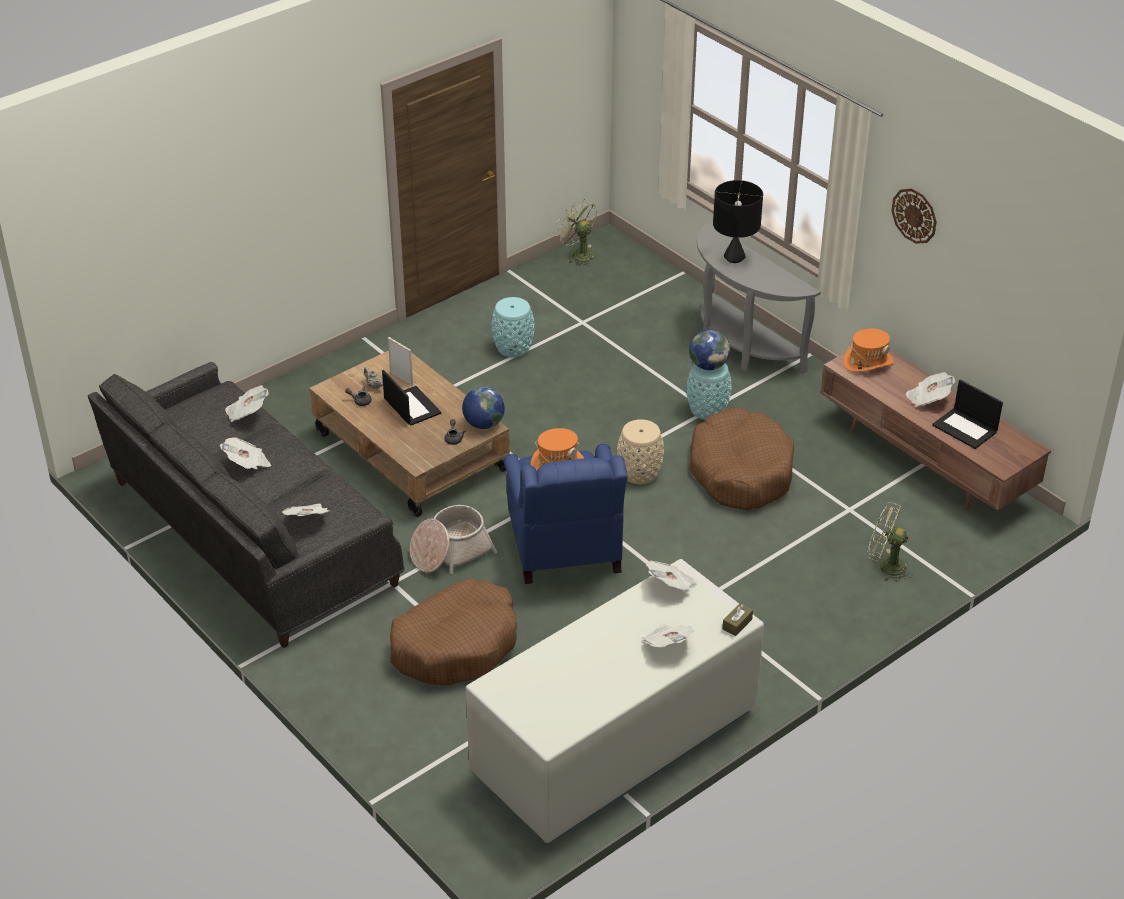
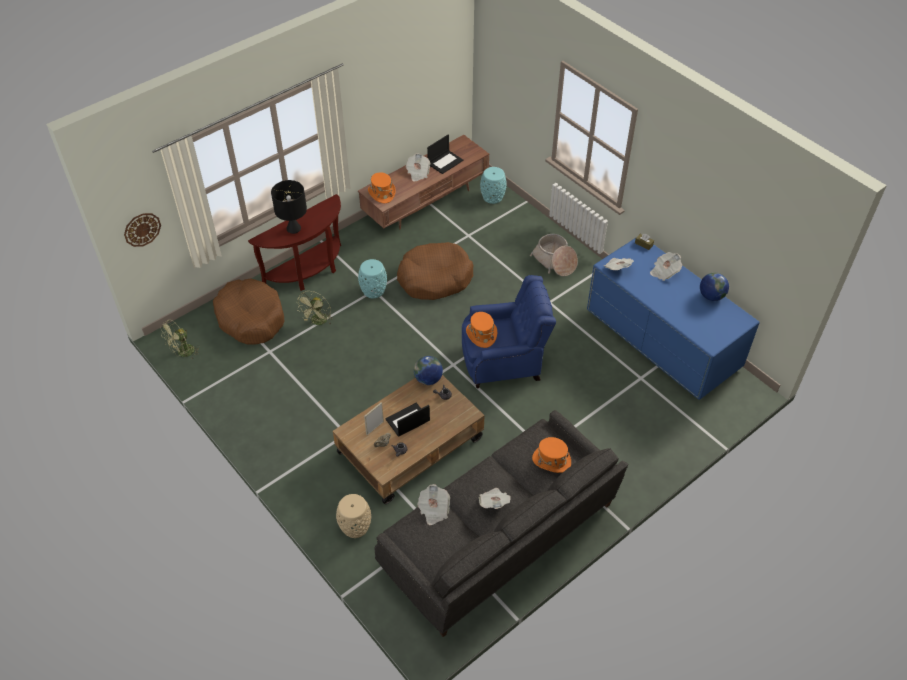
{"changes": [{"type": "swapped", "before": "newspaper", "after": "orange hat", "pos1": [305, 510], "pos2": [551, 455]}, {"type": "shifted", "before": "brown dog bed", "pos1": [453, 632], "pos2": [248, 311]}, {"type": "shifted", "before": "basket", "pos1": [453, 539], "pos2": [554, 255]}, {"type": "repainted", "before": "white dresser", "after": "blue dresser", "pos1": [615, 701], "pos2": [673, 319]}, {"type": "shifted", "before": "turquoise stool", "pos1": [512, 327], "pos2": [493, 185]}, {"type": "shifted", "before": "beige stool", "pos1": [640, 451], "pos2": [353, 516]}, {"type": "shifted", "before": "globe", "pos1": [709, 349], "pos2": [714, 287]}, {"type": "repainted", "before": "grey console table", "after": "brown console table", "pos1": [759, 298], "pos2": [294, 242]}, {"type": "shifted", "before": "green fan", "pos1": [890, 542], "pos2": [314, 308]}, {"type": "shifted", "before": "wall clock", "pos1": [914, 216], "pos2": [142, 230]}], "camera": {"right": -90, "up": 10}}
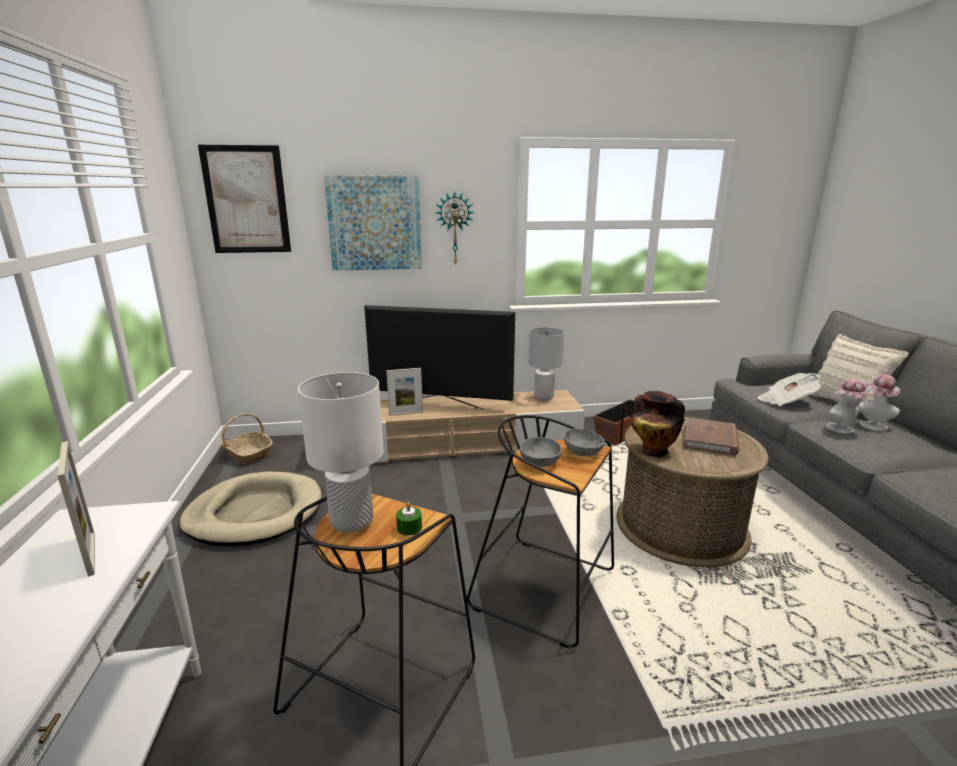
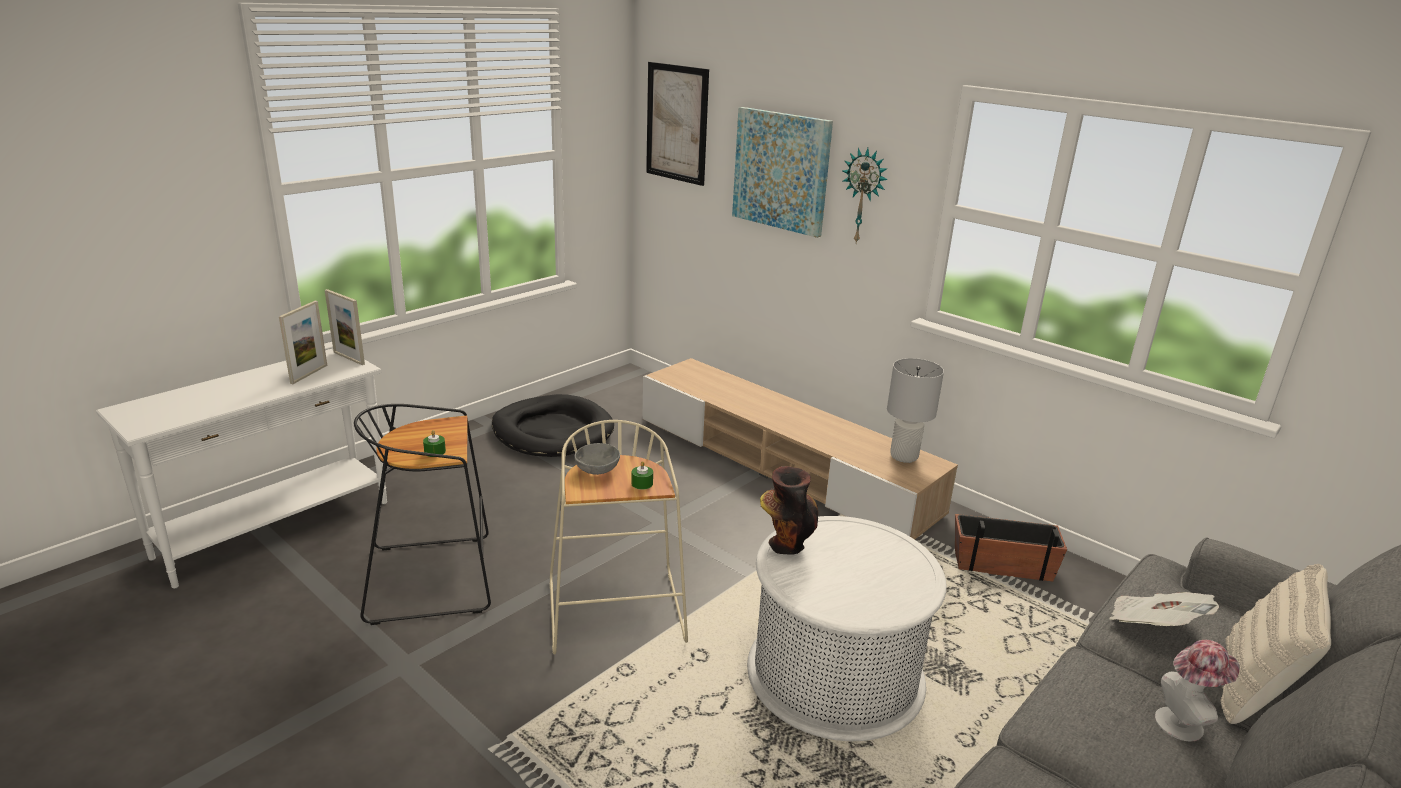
{"changes": [{"type": "repainted", "before": "beige dog bed", "after": "black dog bed", "pos1": [250, 509], "pos2": [553, 425]}, {"type": "gone", "before": "basket", "pos1": [247, 439]}, {"type": "gone", "before": "white table lamp", "pos1": [341, 452]}, {"type": "gone", "before": "television", "pos1": [439, 357]}, {"type": "shifted", "before": "picture frame", "pos1": [404, 392], "pos2": [345, 327]}, {"type": "repainted", "before": "black stool", "after": "beige stool", "pos1": [540, 531], "pos2": [619, 537]}, {"type": "swapped", "before": "grey bowl", "after": "green candle", "pos1": [584, 442], "pos2": [642, 475]}, {"type": "repainted", "before": "brown coffee table", "after": "white coffee table", "pos1": [692, 492], "pos2": [847, 628]}, {"type": "gone", "before": "brown book", "pos1": [711, 436]}, {"type": "gone", "before": "hat", "pos1": [849, 406]}], "camera": {"right": 50, "up": 5}}
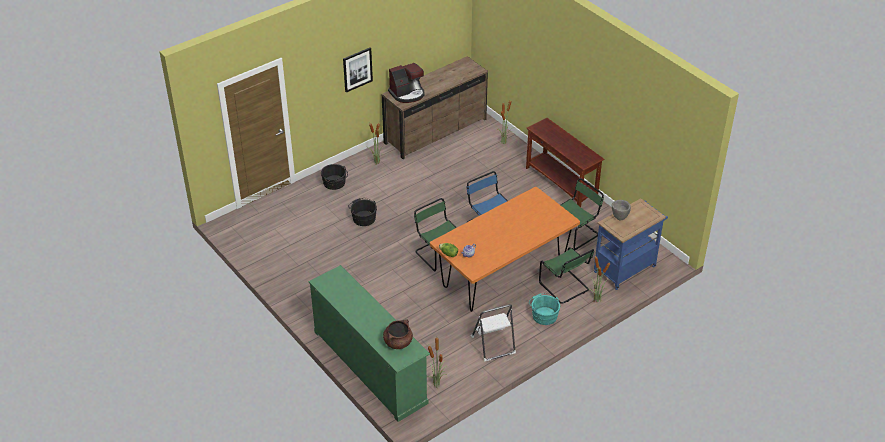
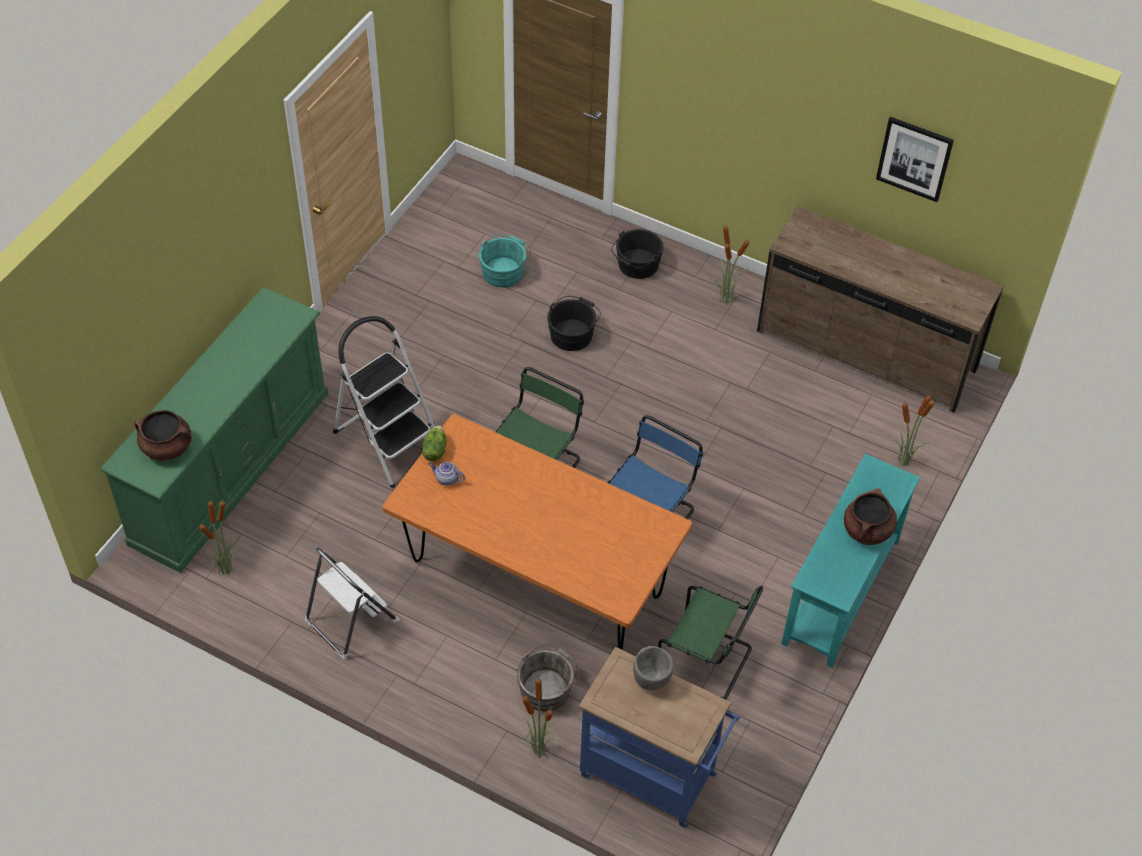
{"changes": [{"type": "shifted", "before": "picture", "pos1": [358, 70], "pos2": [915, 159]}, {"type": "gone", "before": "coffee machine", "pos1": [406, 83]}, {"type": "repainted", "before": "brown console table", "after": "turquoise console table", "pos1": [565, 162], "pos2": [850, 561]}, {"type": "shifted", "before": "turquoise bucket", "pos1": [544, 309], "pos2": [505, 260]}, {"type": "swapped", "before": "green chair", "after": "grey bucket", "pos1": [566, 275], "pos2": [548, 678]}, {"type": "new", "after": "step ladder", "pos2": [384, 402]}, {"type": "new", "after": "brown cooking pot", "pos2": [870, 517]}], "camera": {"right": 65, "up": 10}}
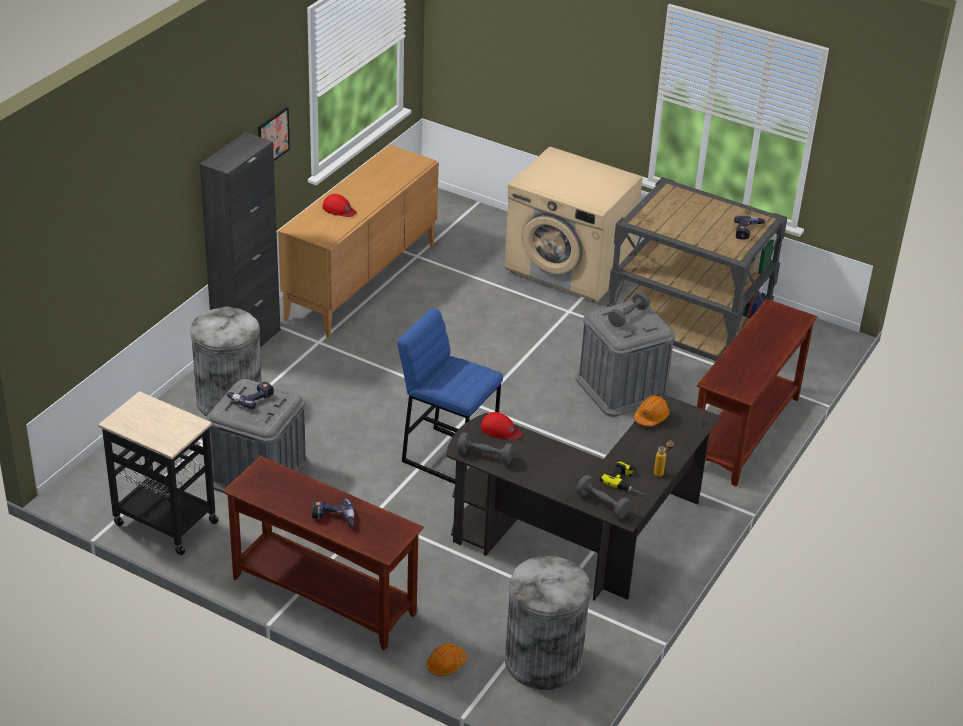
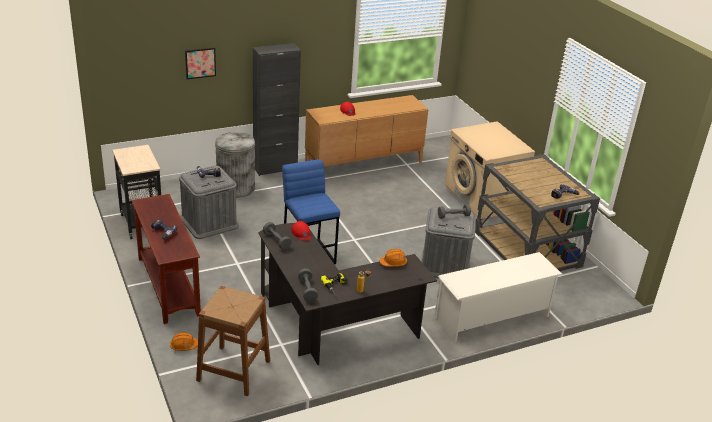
{"changes": [{"type": "shifted", "before": "picture", "pos1": [274, 134], "pos2": [200, 63]}, {"type": "swapped", "before": "grey trash can", "after": "brown stool", "pos1": [548, 623], "pos2": [233, 341]}, {"type": "swapped", "before": "brown console table", "after": "white shoe rack", "pos1": [757, 393], "pos2": [498, 297]}], "camera": {"right": 35, "up": -5}}
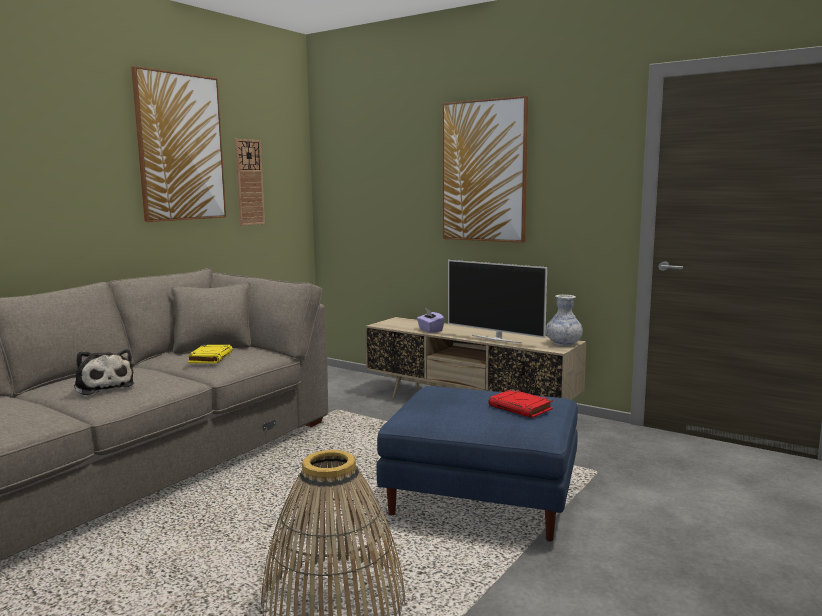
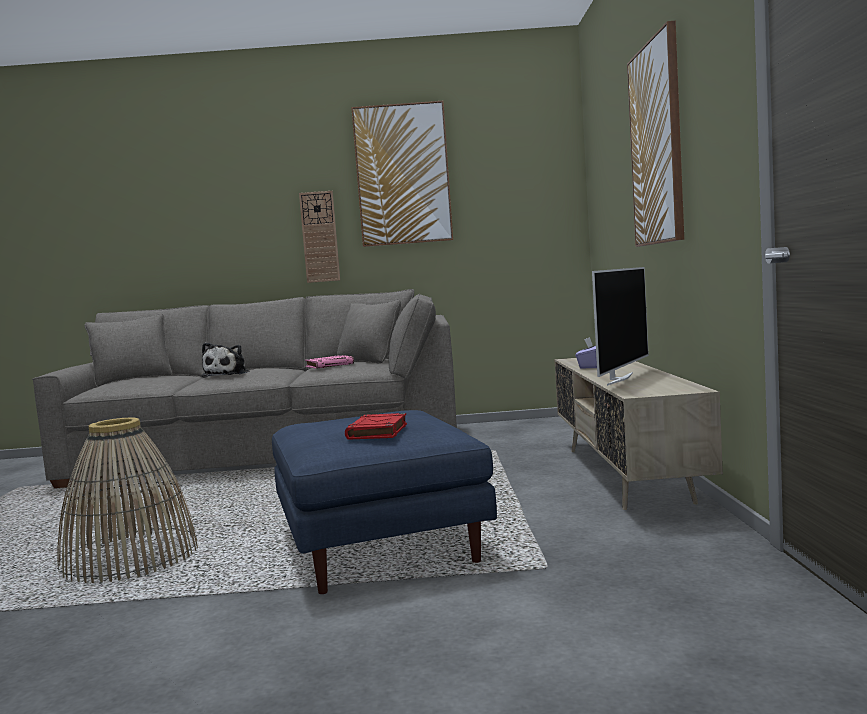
{"changes": [{"type": "repainted", "before": "yellow book", "after": "pink book", "pos1": [210, 354], "pos2": [329, 362]}, {"type": "shifted", "before": "wall clock", "pos1": [250, 182], "pos2": [319, 237]}, {"type": "rotated", "before": "television", "pos1": [497, 301], "pos2": [620, 326], "turn": -150}, {"type": "gone", "before": "vase", "pos1": [564, 320]}], "camera": {"right": 55, "up": -5}}
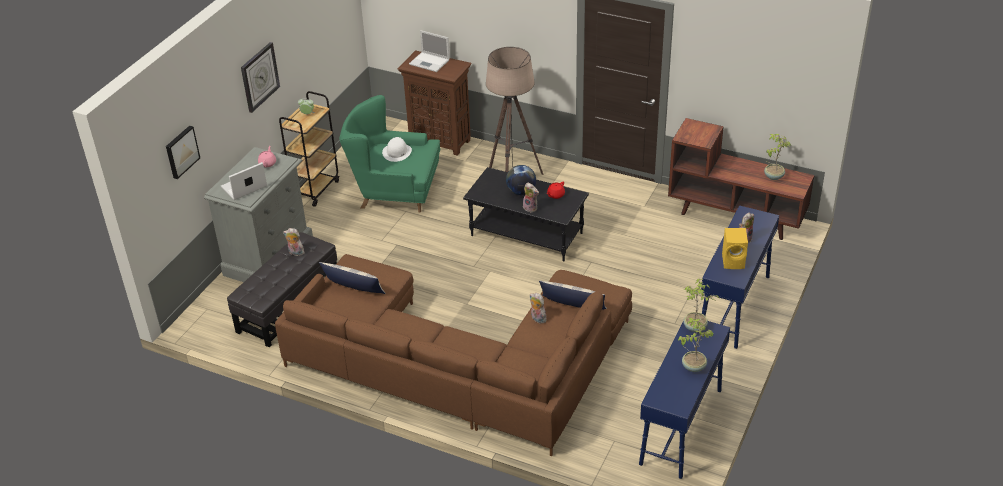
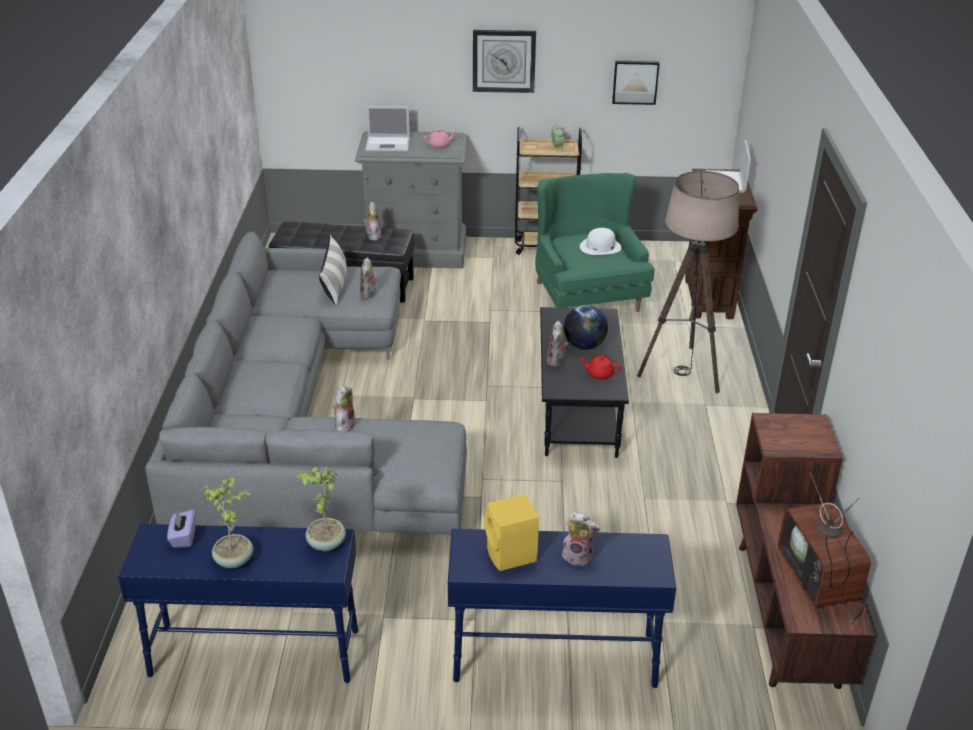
{"changes": [{"type": "shifted", "before": "picture", "pos1": [183, 152], "pos2": [636, 83]}, {"type": "rotated", "before": "laptop", "pos1": [244, 181], "pos2": [387, 129], "turn": 150}, {"type": "repainted", "before": "brown sofa", "after": "grey sofa", "pos1": [453, 355], "pos2": [306, 384]}, {"type": "gone", "before": "pillow", "pos1": [573, 295]}, {"type": "swapped", "before": "potted plant", "after": "television", "pos1": [777, 157], "pos2": [824, 548]}, {"type": "new", "after": "purple tissue box", "pos2": [181, 529]}, {"type": "new", "after": "plush toy", "pos2": [369, 278]}], "camera": {"right": 65, "up": -5}}
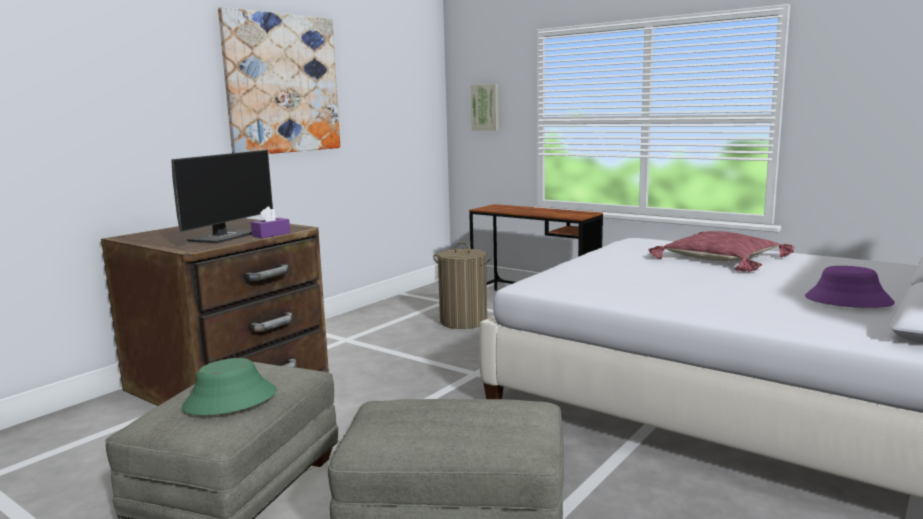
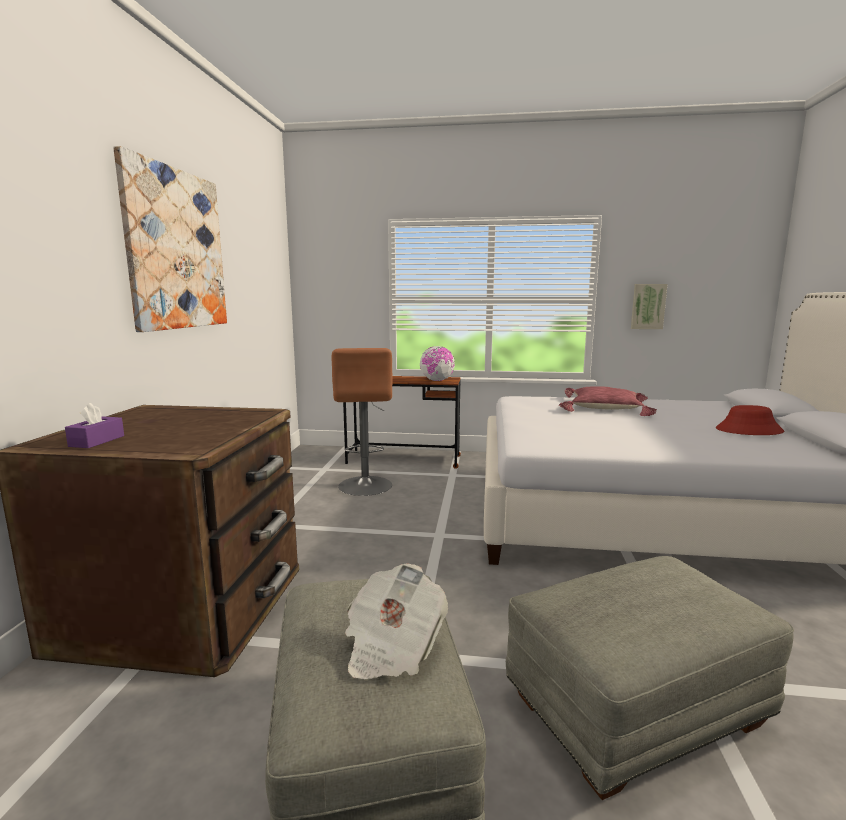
{"changes": [{"type": "gone", "before": "monitor", "pos1": [222, 197]}, {"type": "swapped", "before": "green hat", "after": "newspaper", "pos1": [229, 386], "pos2": [396, 621]}, {"type": "shifted", "before": "purple tissue box", "pos1": [270, 222], "pos2": [94, 425]}, {"type": "swapped", "before": "laundry basket", "after": "brown stool", "pos1": [462, 285], "pos2": [362, 422]}, {"type": "shifted", "before": "picture", "pos1": [485, 107], "pos2": [649, 306]}, {"type": "repainted", "before": "purple hat", "after": "red hat", "pos1": [850, 287], "pos2": [750, 420]}, {"type": "new", "after": "globe", "pos2": [437, 363]}], "camera": {"right": -30, "up": 0}}
